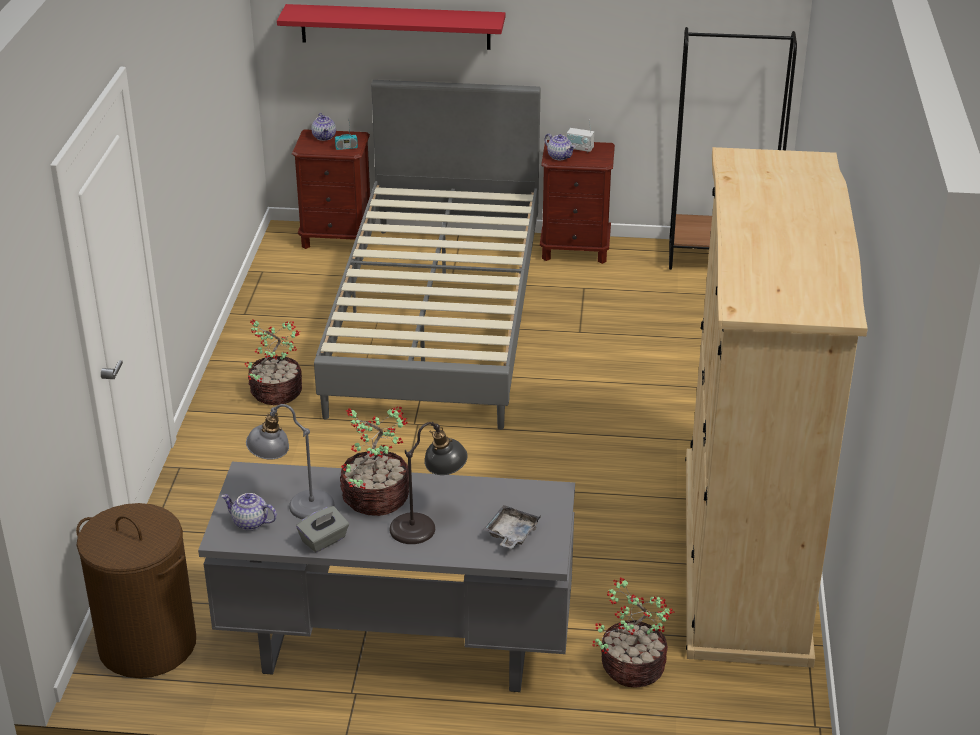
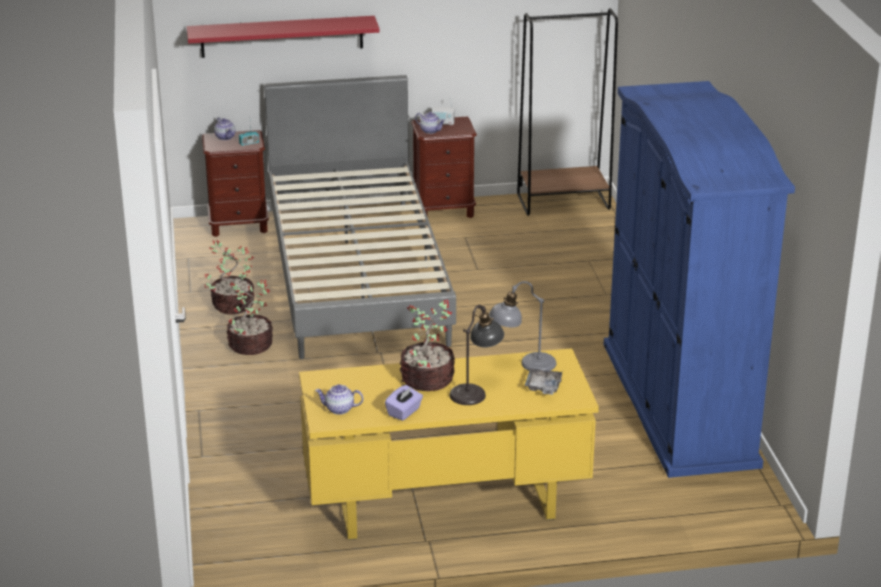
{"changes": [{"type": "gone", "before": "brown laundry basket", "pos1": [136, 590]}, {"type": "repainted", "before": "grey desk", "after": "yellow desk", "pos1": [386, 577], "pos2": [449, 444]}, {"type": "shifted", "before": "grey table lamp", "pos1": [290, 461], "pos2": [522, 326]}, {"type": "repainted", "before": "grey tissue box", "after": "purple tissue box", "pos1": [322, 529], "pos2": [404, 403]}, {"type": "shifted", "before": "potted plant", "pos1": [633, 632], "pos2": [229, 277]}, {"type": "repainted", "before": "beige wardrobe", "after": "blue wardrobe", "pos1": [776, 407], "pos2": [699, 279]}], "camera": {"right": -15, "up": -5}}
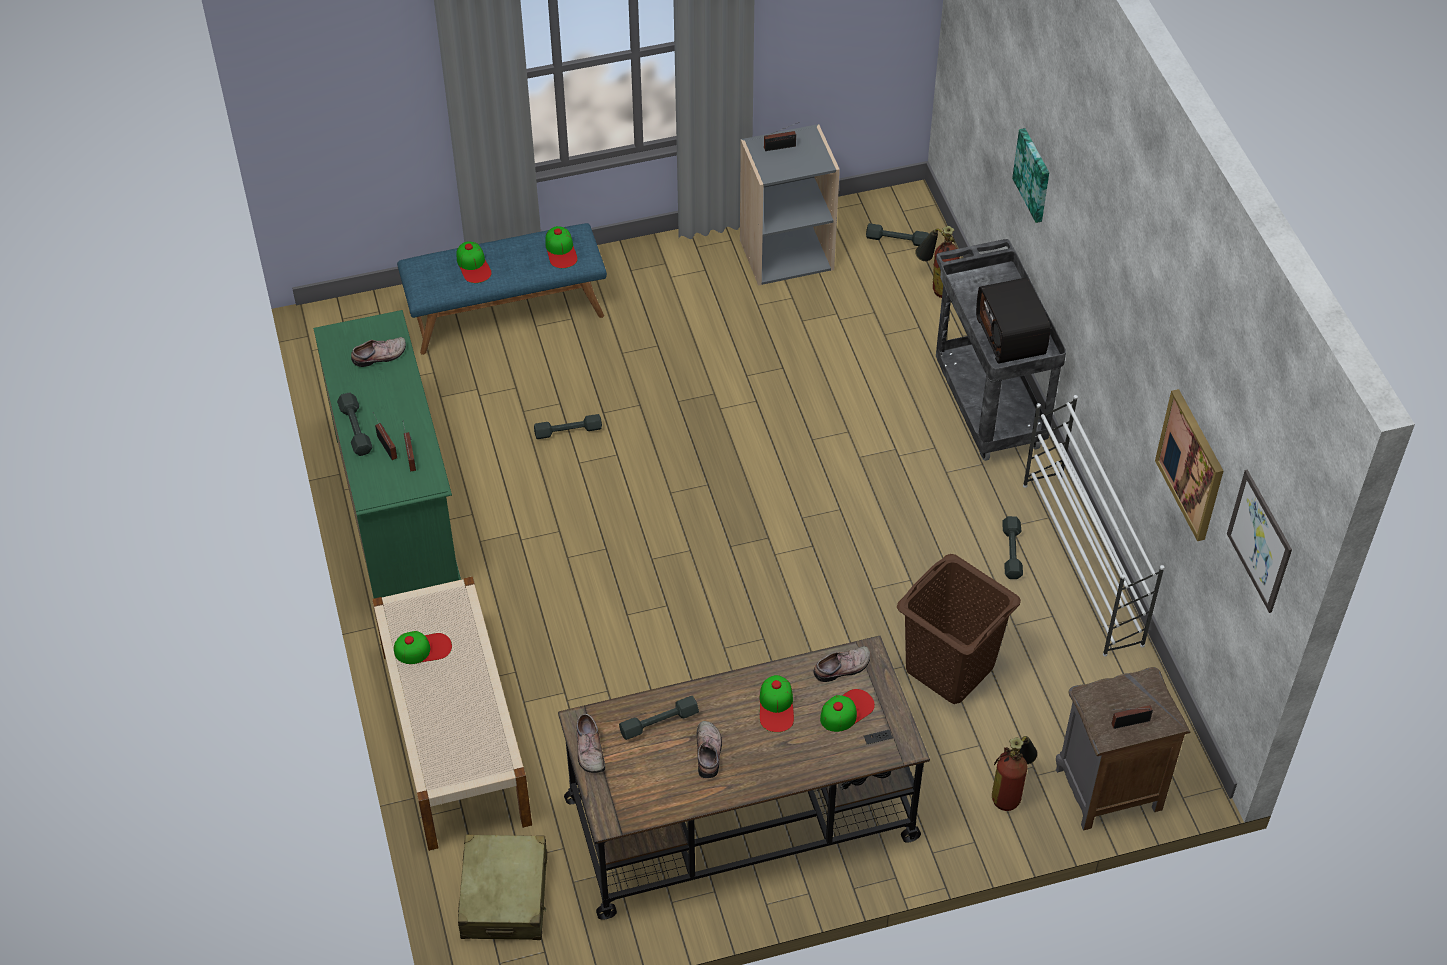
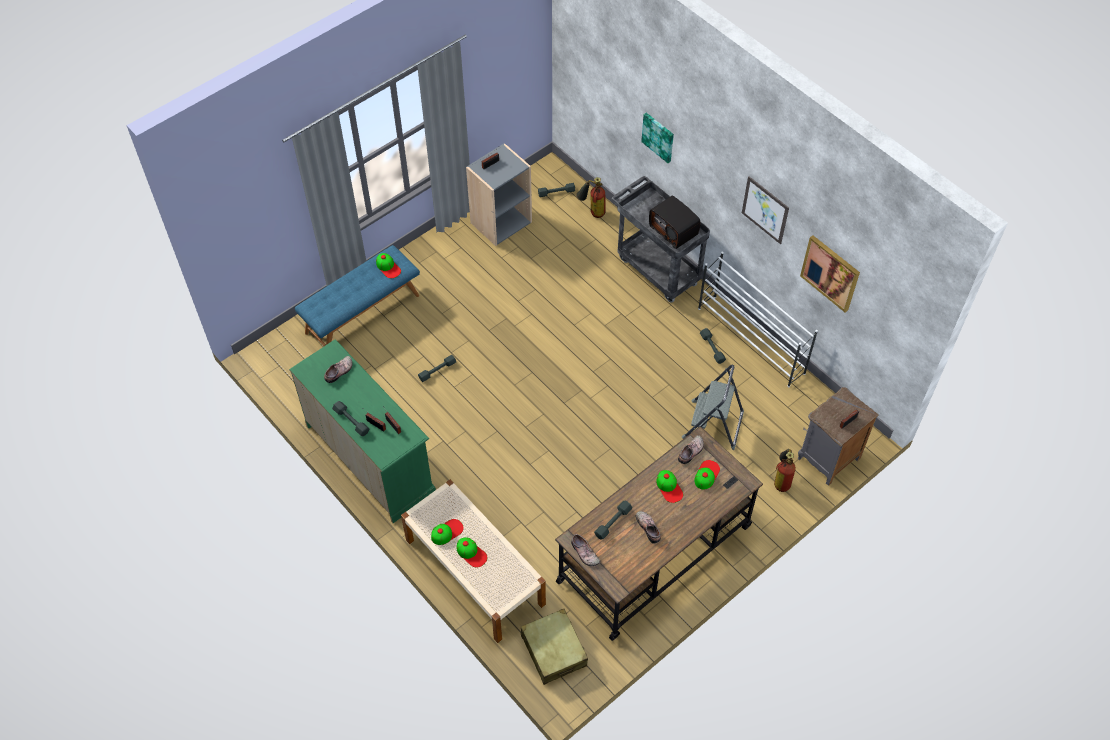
{"changes": [{"type": "shifted", "before": "cap", "pos1": [474, 262], "pos2": [472, 552]}, {"type": "swapped", "before": "brown laundry basket", "after": "grey step ladder", "pos1": [959, 629], "pos2": [713, 407]}, {"type": "shifted", "before": "picture", "pos1": [1259, 541], "pos2": [765, 210]}], "camera": {"right": -25, "up": 5}}
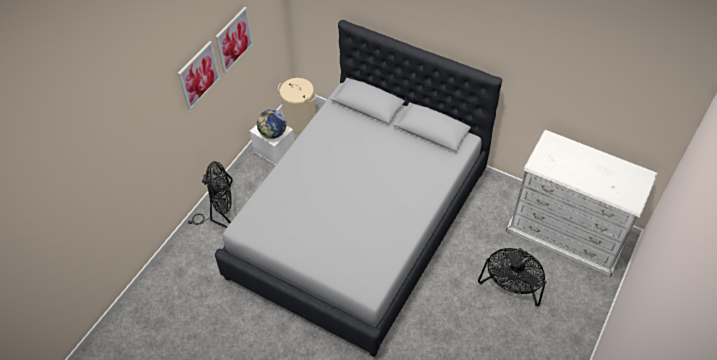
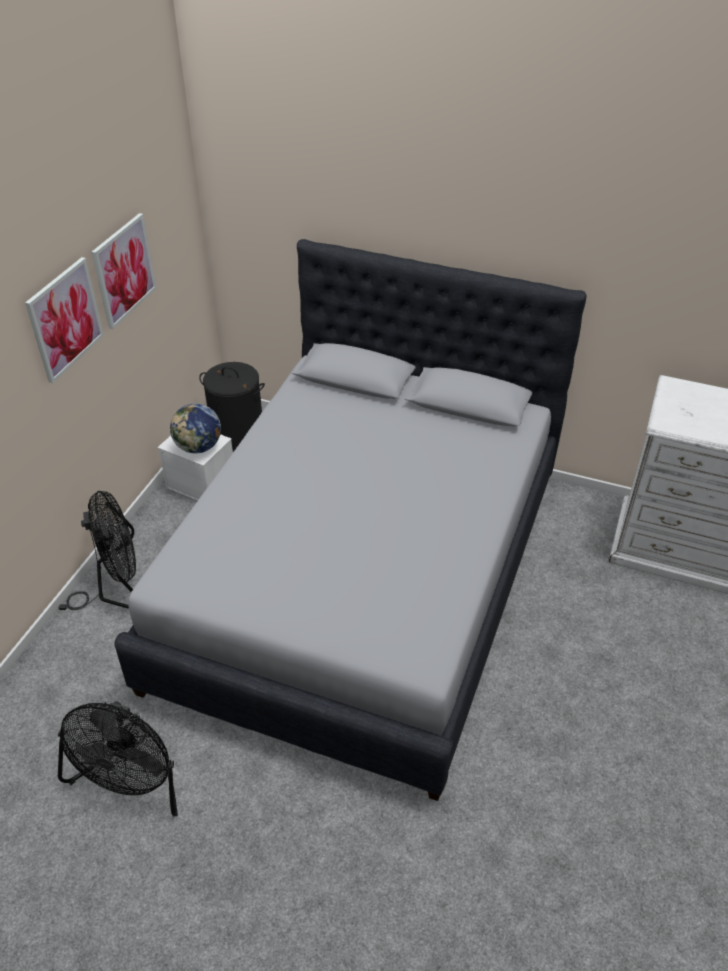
{"changes": [{"type": "repainted", "before": "beige laundry basket", "after": "black laundry basket", "pos1": [297, 106], "pos2": [232, 407]}, {"type": "shifted", "before": "black fan", "pos1": [512, 277], "pos2": [118, 759]}], "camera": {"right": -10, "up": -10}}
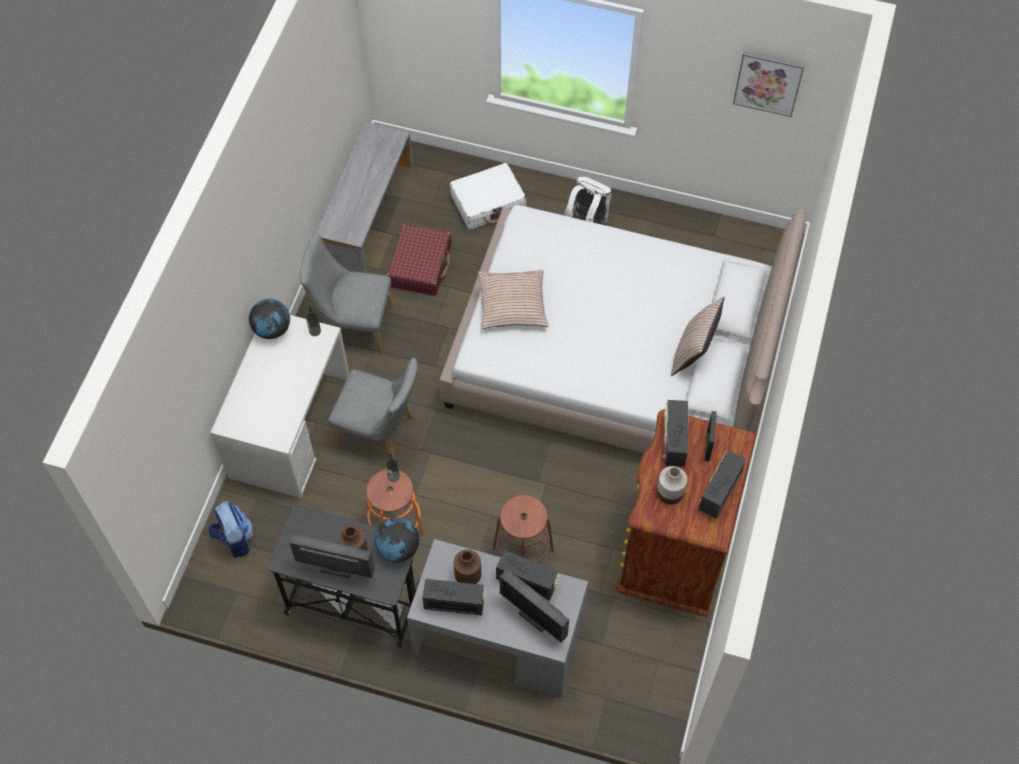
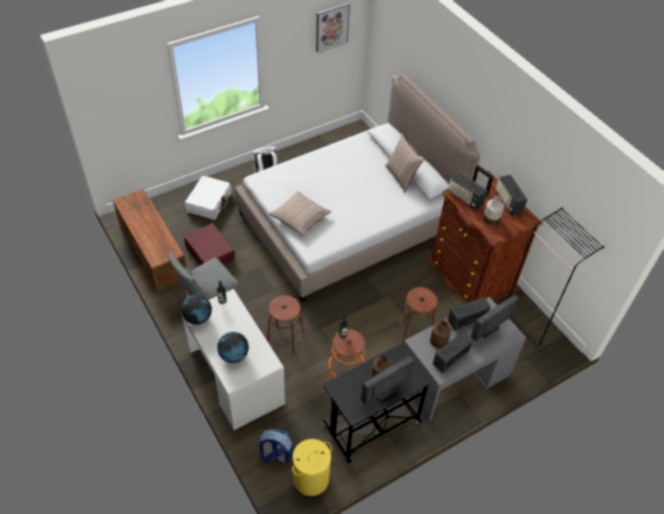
{"changes": [{"type": "repainted", "before": "grey bench", "after": "brown bench", "pos1": [364, 197], "pos2": [150, 240]}, {"type": "swapped", "before": "grey chair", "after": "brown stool", "pos1": [372, 408], "pos2": [285, 325]}, {"type": "shifted", "before": "globe", "pos1": [396, 540], "pos2": [233, 347]}, {"type": "rotated", "before": "monitor", "pos1": [534, 606], "pos2": [495, 317], "turn": 150}, {"type": "new", "after": "yellow laundry basket", "pos2": [312, 467]}, {"type": "new", "after": "black clothes rack", "pos2": [556, 277]}], "camera": {"right": -50, "up": -10}}
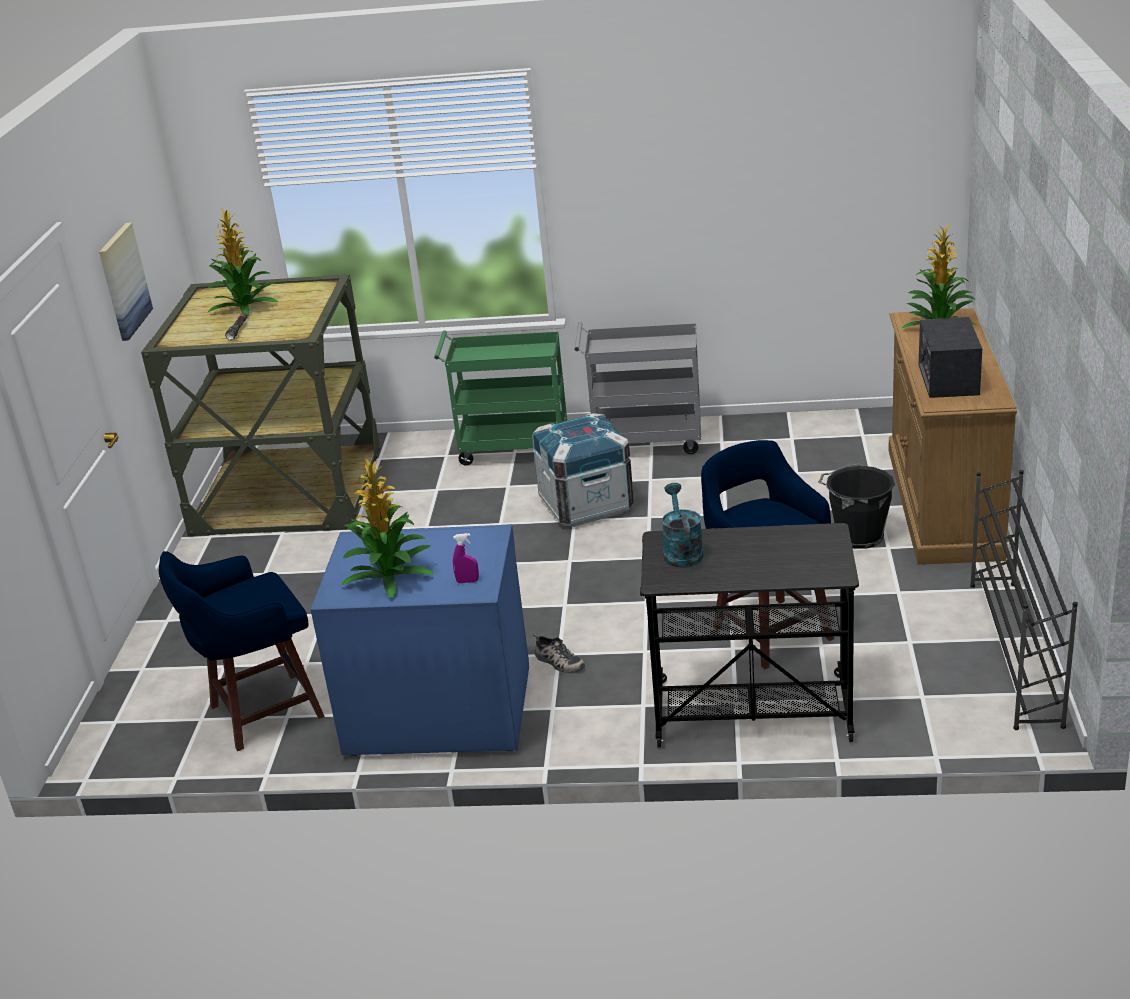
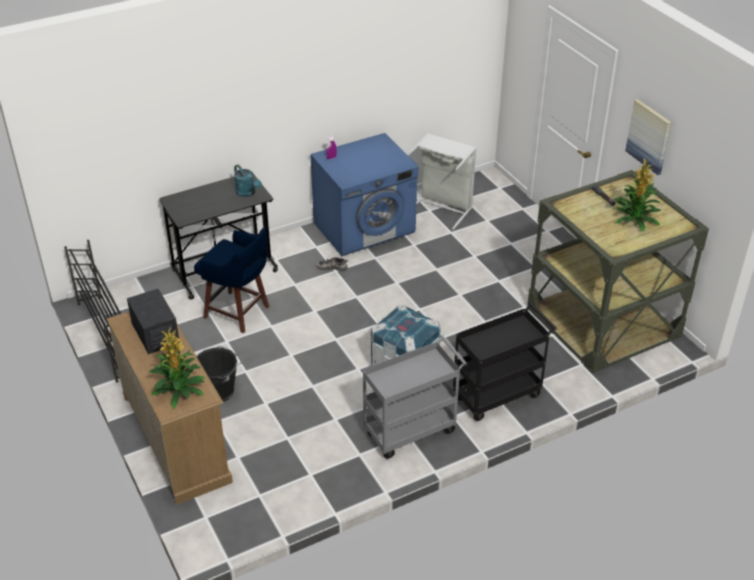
{"changes": [{"type": "swapped", "before": "blue stool", "after": "grey laundry basket", "pos1": [241, 651], "pos2": [442, 181]}, {"type": "gone", "before": "potted plant", "pos1": [387, 528]}, {"type": "repainted", "before": "green cart", "after": "black cart", "pos1": [500, 398], "pos2": [505, 361]}], "camera": {"right": 145, "up": 10}}
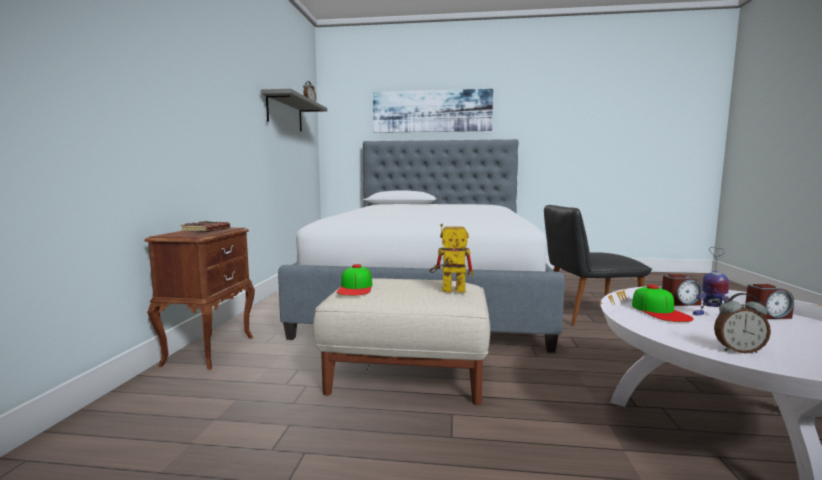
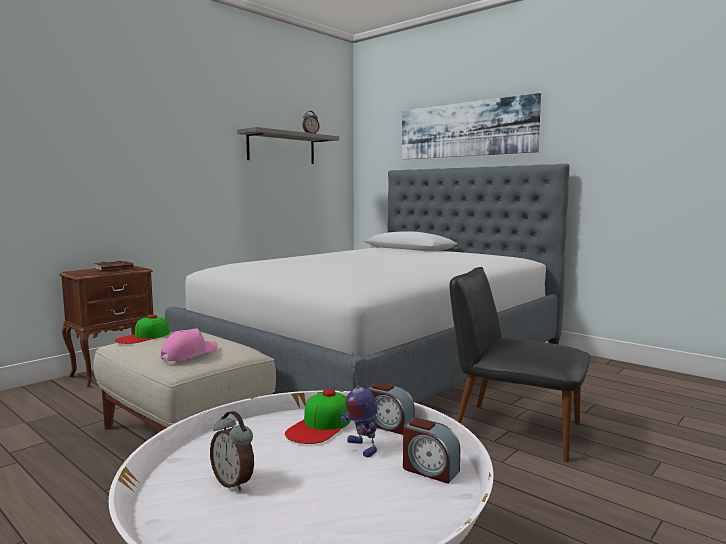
{"changes": [{"type": "swapped", "before": "toy robot", "after": "pink cap", "pos1": [451, 258], "pos2": [189, 345]}], "camera": {"right": 35, "up": 0}}
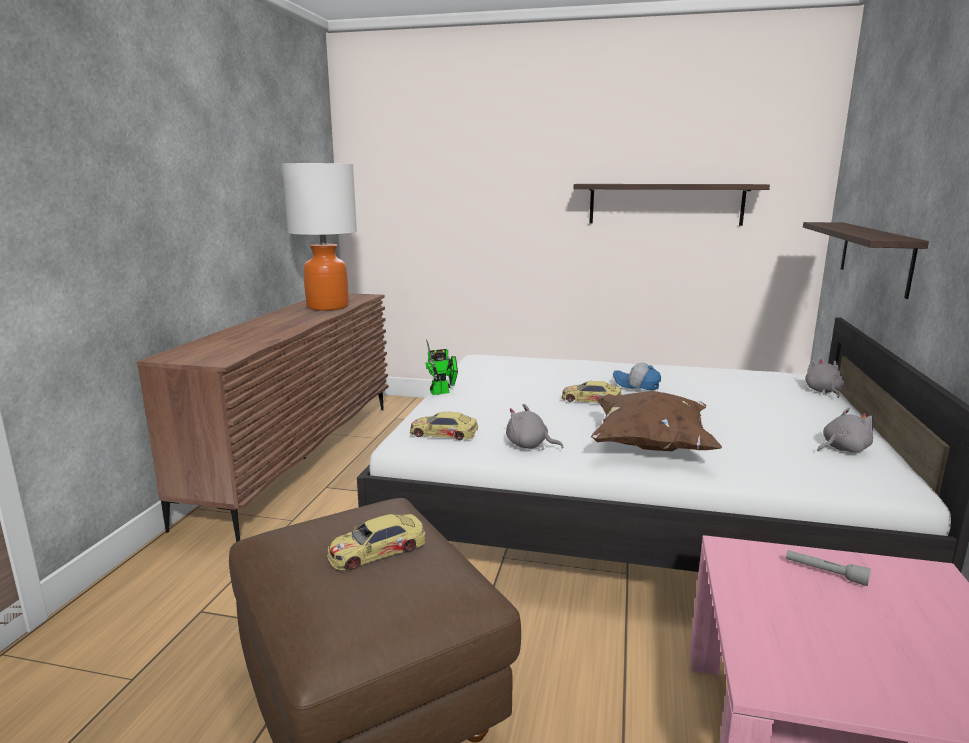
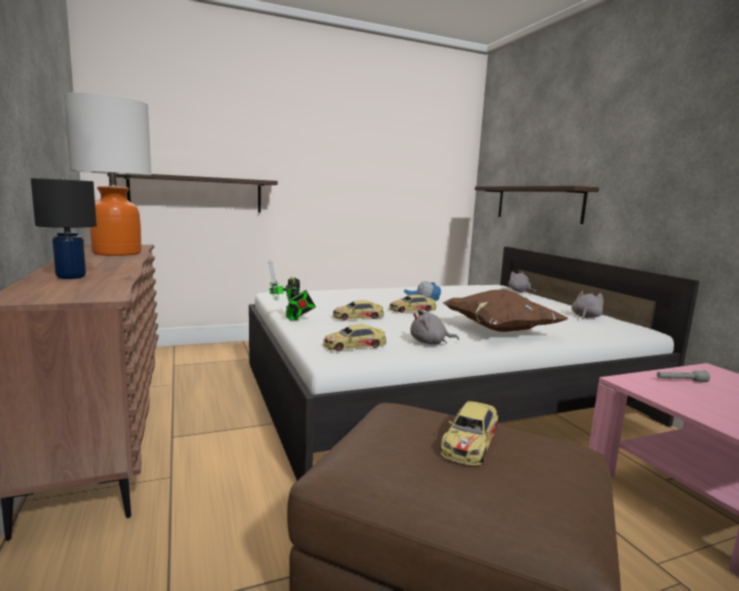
{"changes": [{"type": "rotated", "before": "toy robot", "pos1": [442, 367], "pos2": [292, 290], "turn": 120}, {"type": "shifted", "before": "shelf", "pos1": [672, 205], "pos2": [192, 193]}, {"type": "new", "after": "black table lamp", "pos2": [64, 228]}, {"type": "new", "after": "toy car", "pos2": [358, 310]}], "camera": {"right": -35, "up": -5}}
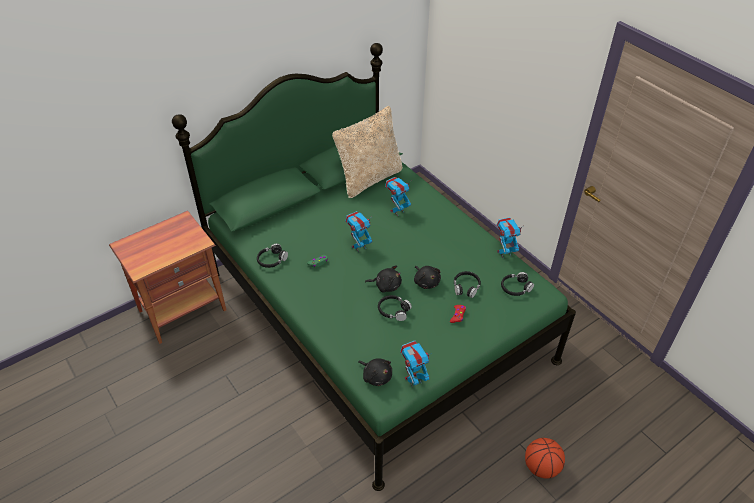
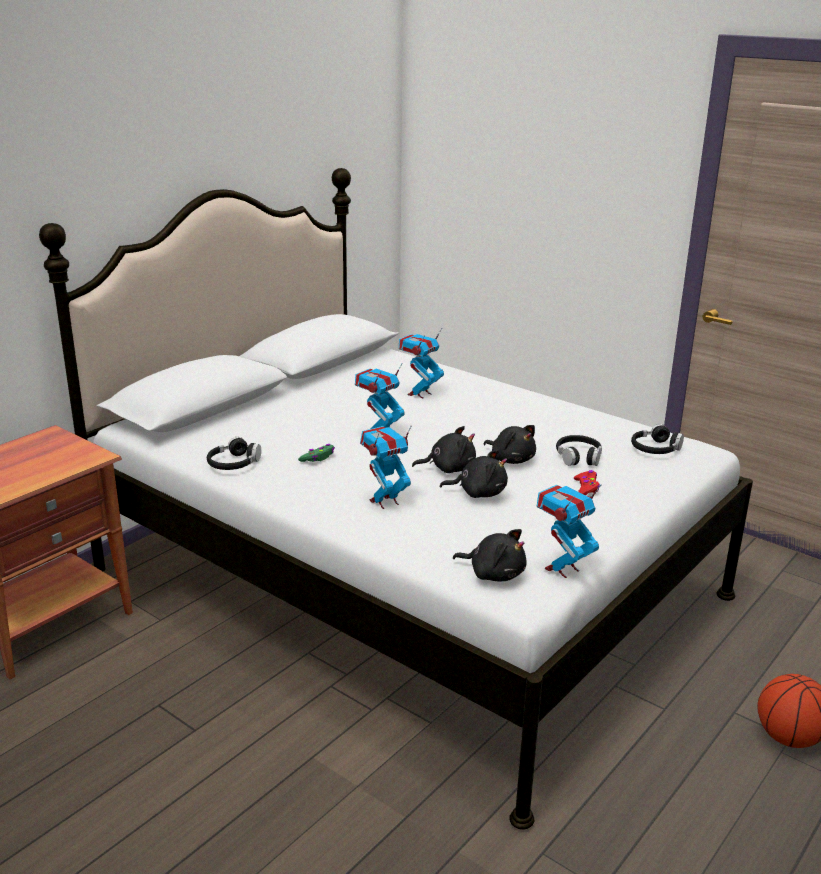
{"changes": [{"type": "repainted", "before": "green bed", "after": "white bed", "pos1": [374, 267], "pos2": [396, 499]}, {"type": "gone", "before": "beige pillow", "pos1": [367, 152]}, {"type": "swapped", "before": "black headphones", "after": "black plush toy", "pos1": [395, 308], "pos2": [474, 474]}, {"type": "shifted", "before": "toy robot", "pos1": [509, 237], "pos2": [385, 467]}], "camera": {"right": -15, "up": -20}}
